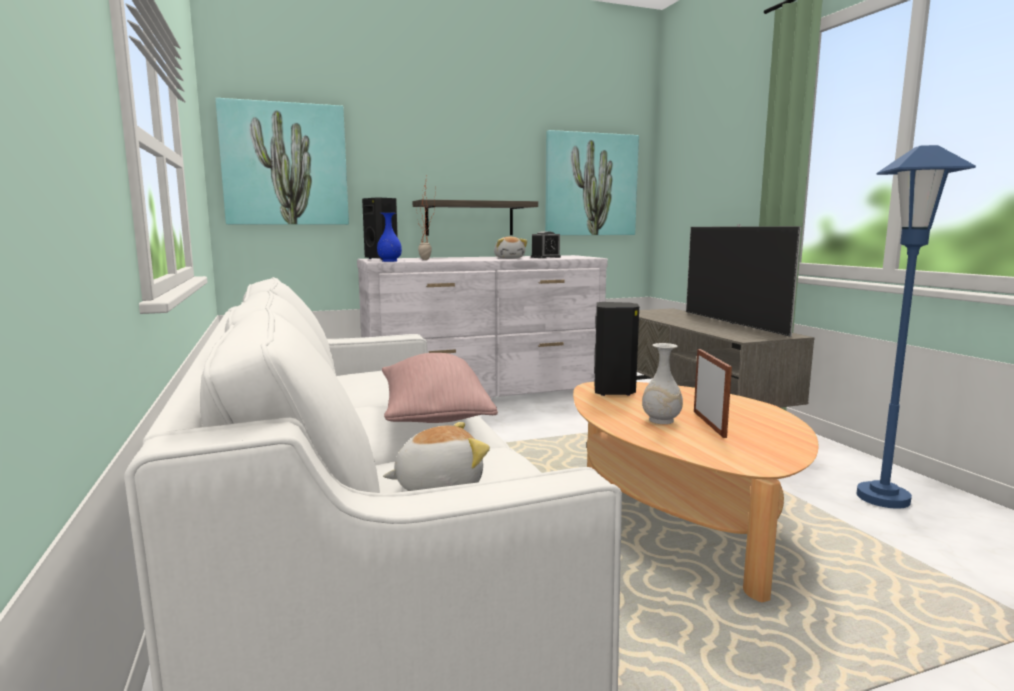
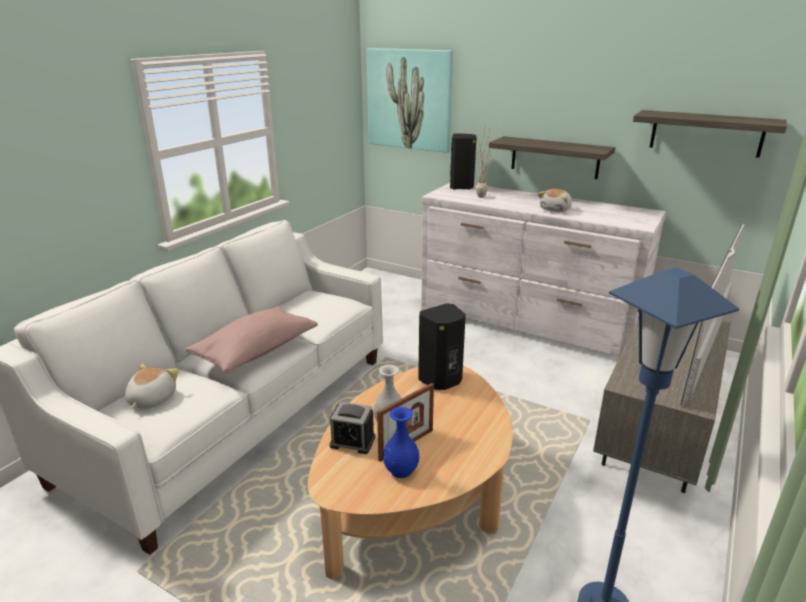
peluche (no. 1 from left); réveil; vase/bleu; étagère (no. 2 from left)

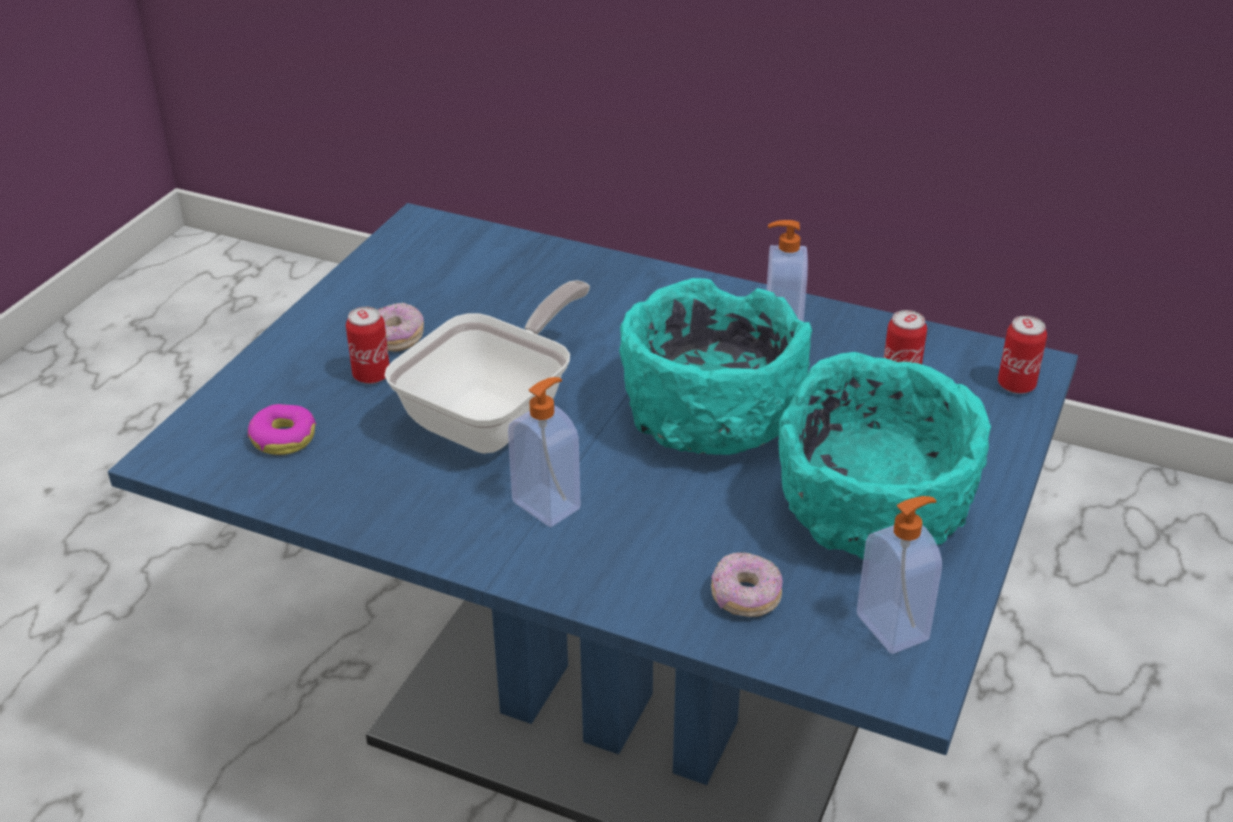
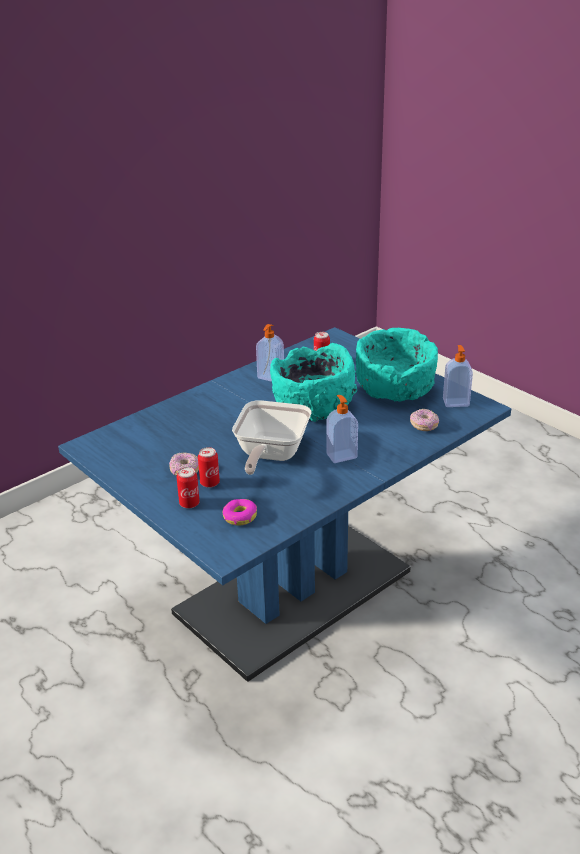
boîte métallique (no. 1 from left); poêle

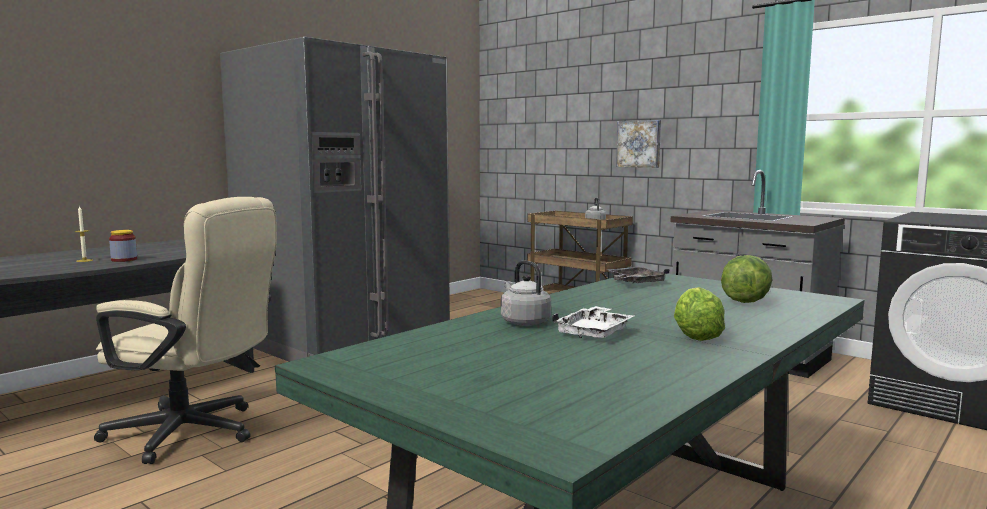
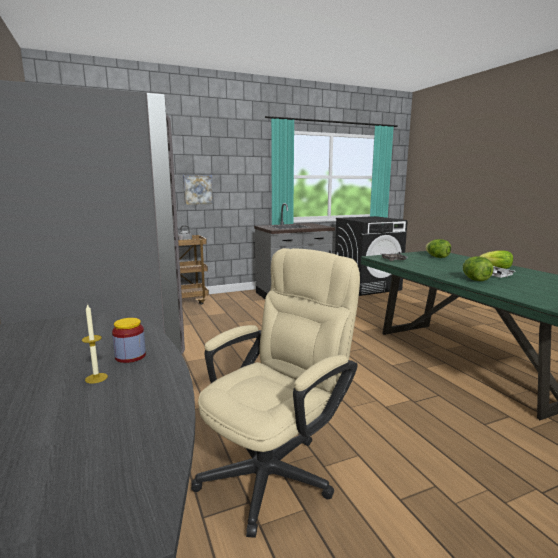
laitue (no. 2 from left)

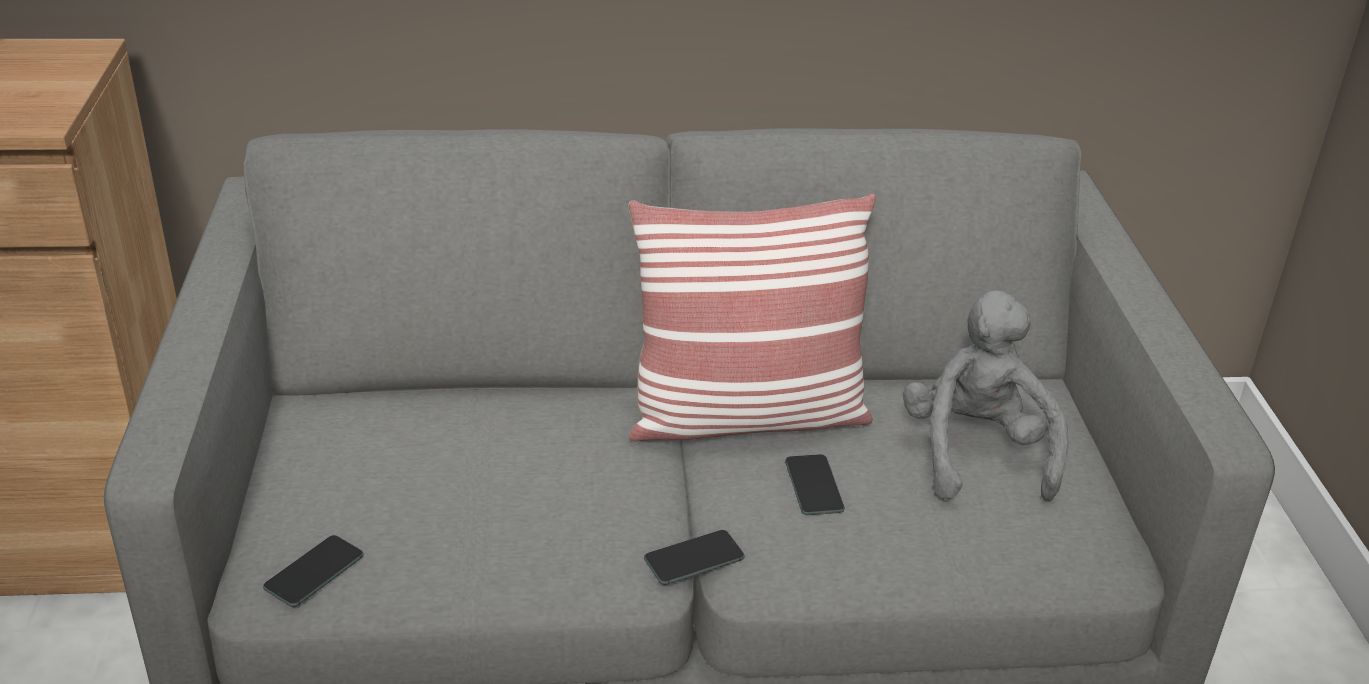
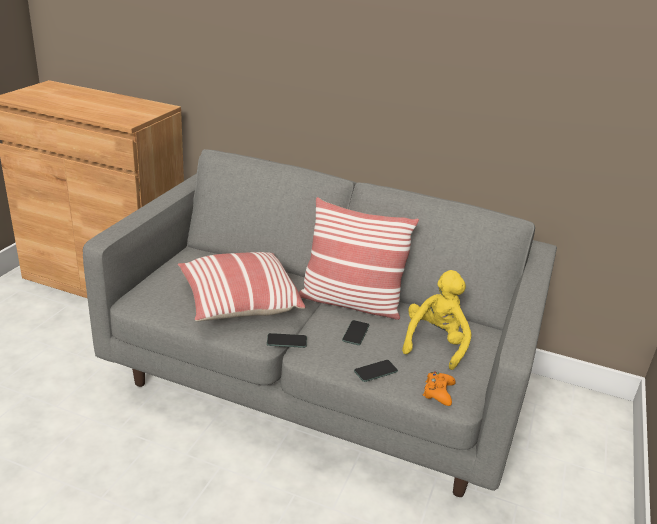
coussin (no. 1 from left); téléphone (no. 3 from left); peluche/jaune; manette/orange

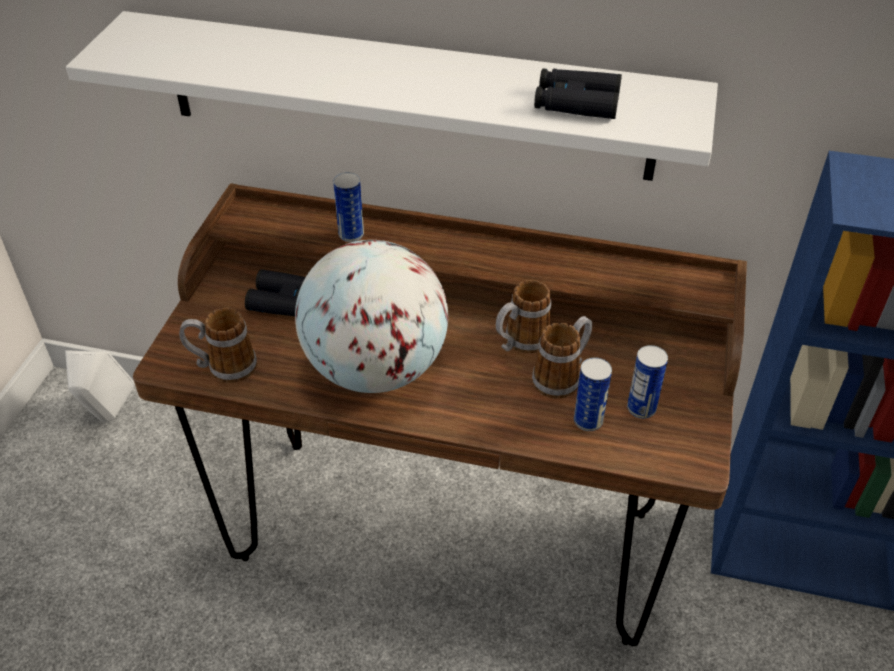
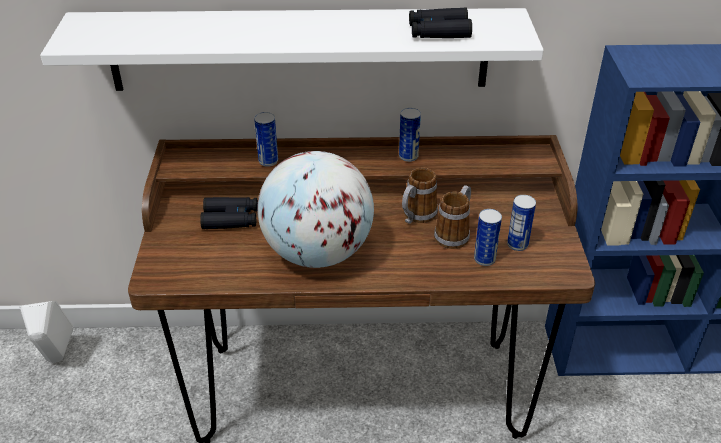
boîte métallique (no. 2 from left); mug (no. 1 from left in the first image)

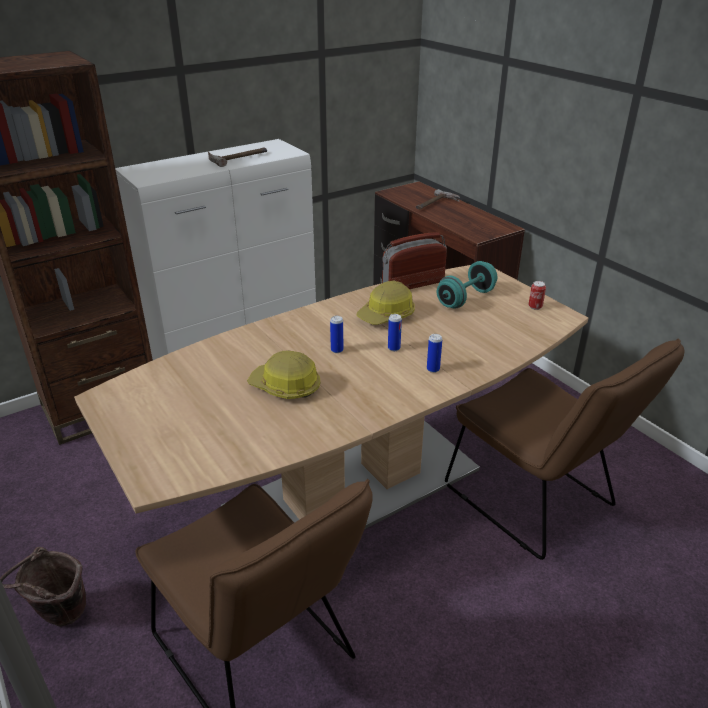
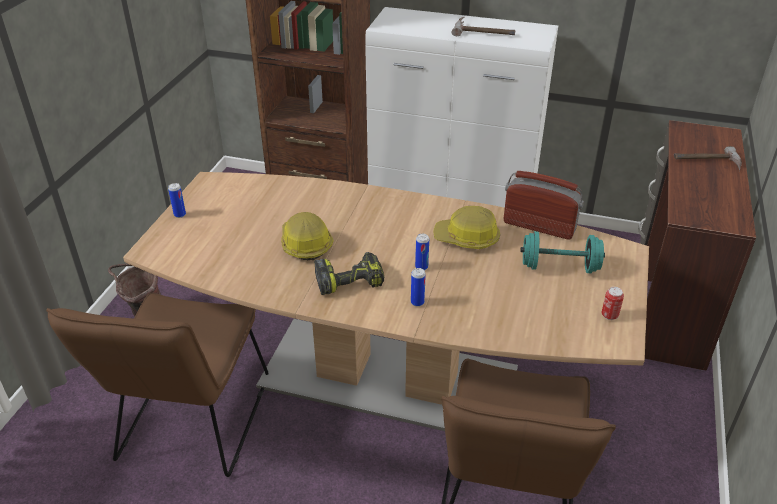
boîte métallique (no. 1 from left); perceuse

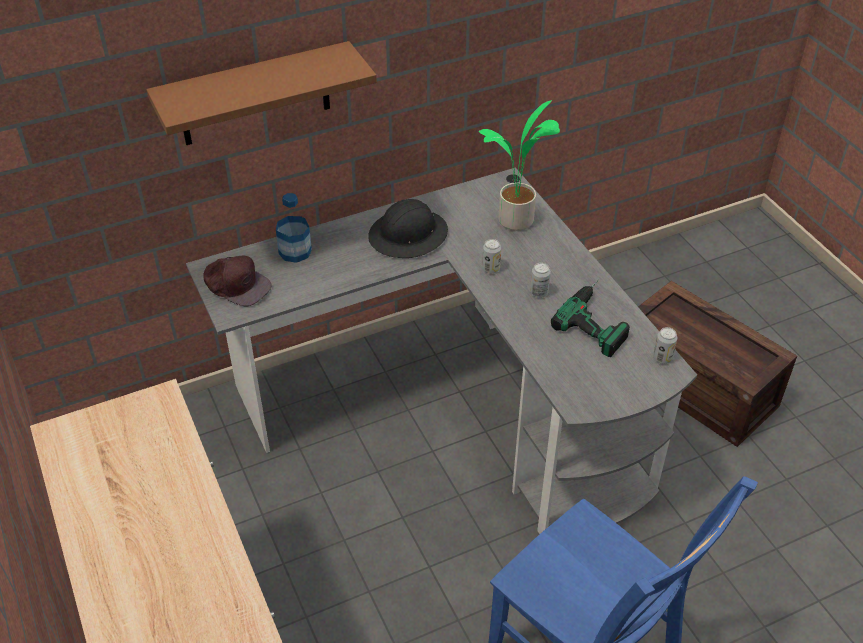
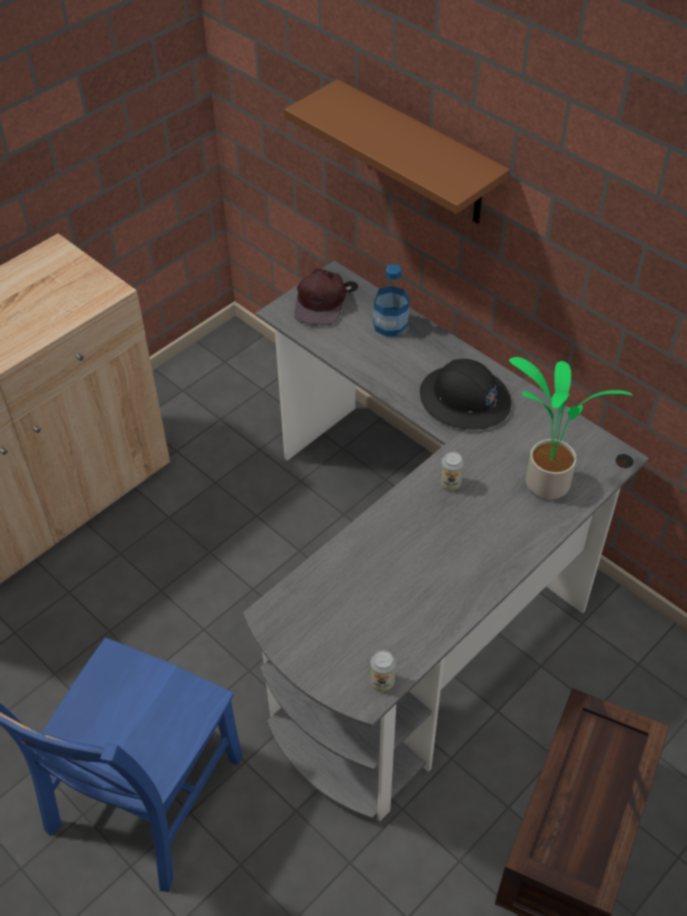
boîte métallique (no. 2 from left in the first image); perceuse

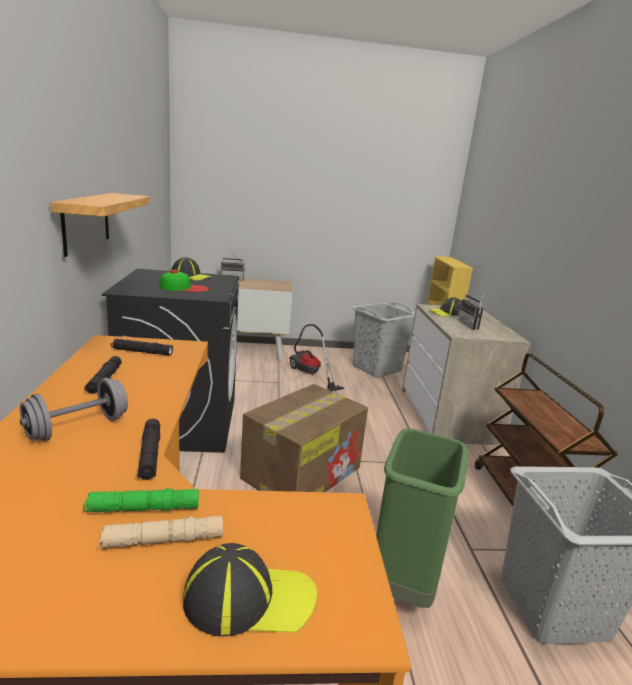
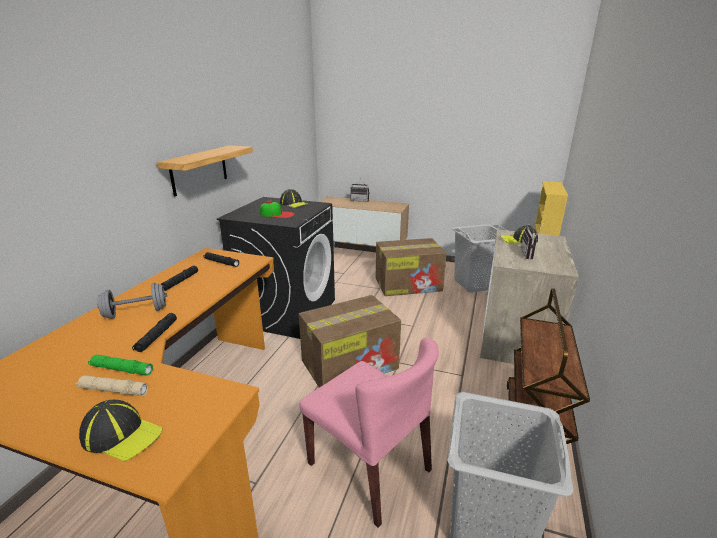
chaise/rose; carton (no. 2 from left)

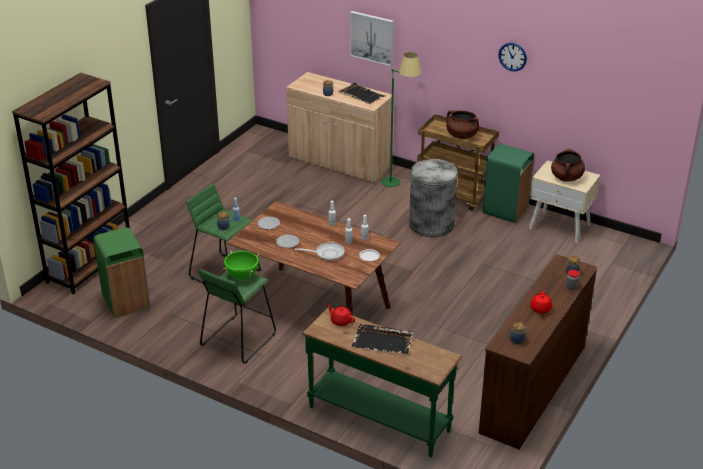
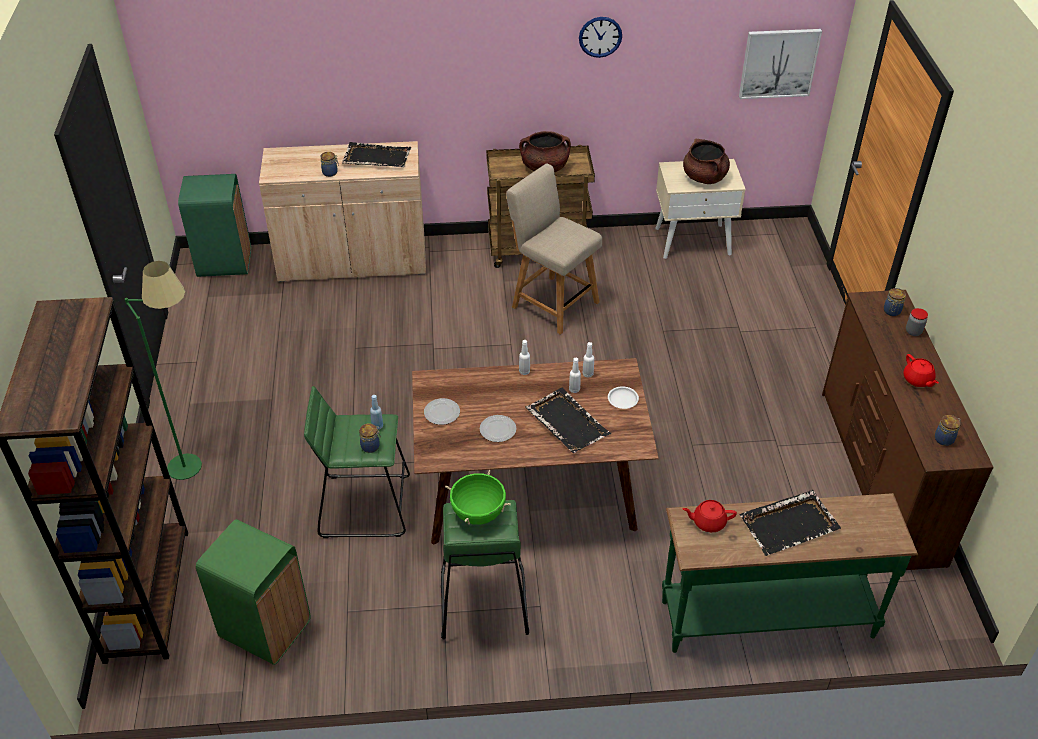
lampadaire/vert; poubelle/vert (no. 1 from left); chaise/beige; plateau/noir (no. 2 from left); tableau

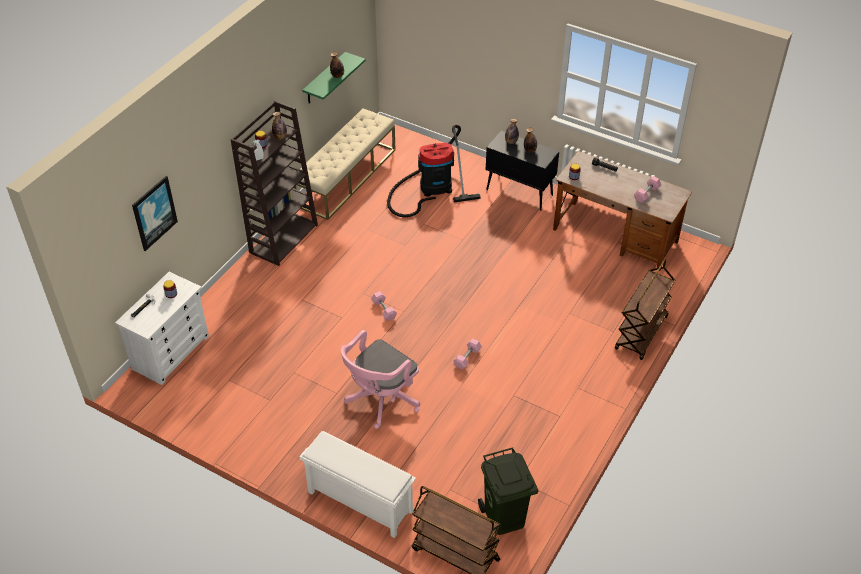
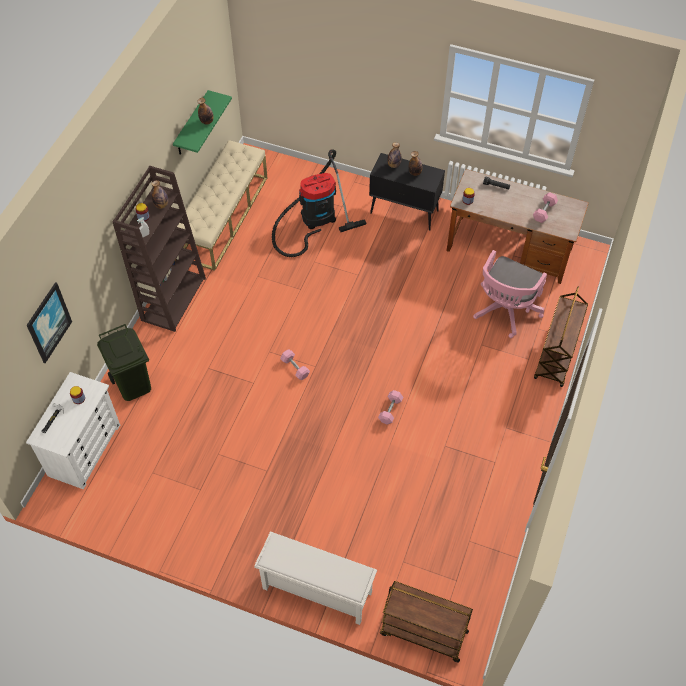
poubelle/vert; chaise de bureau/rose

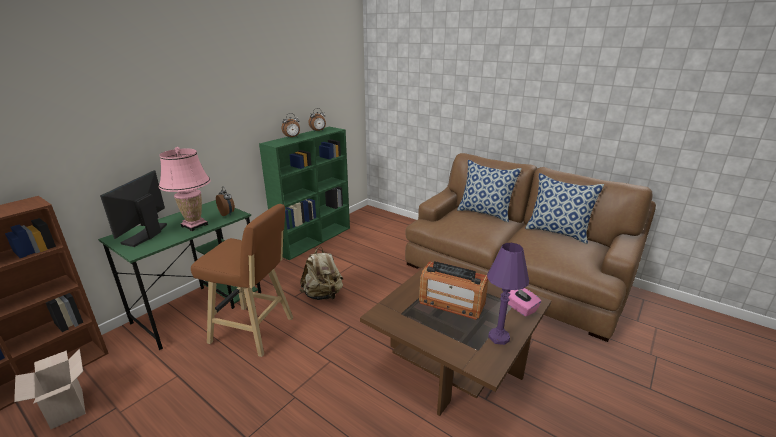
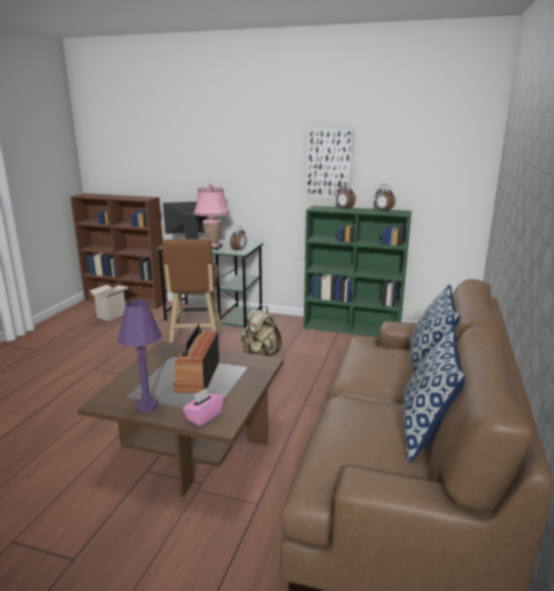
tableau

